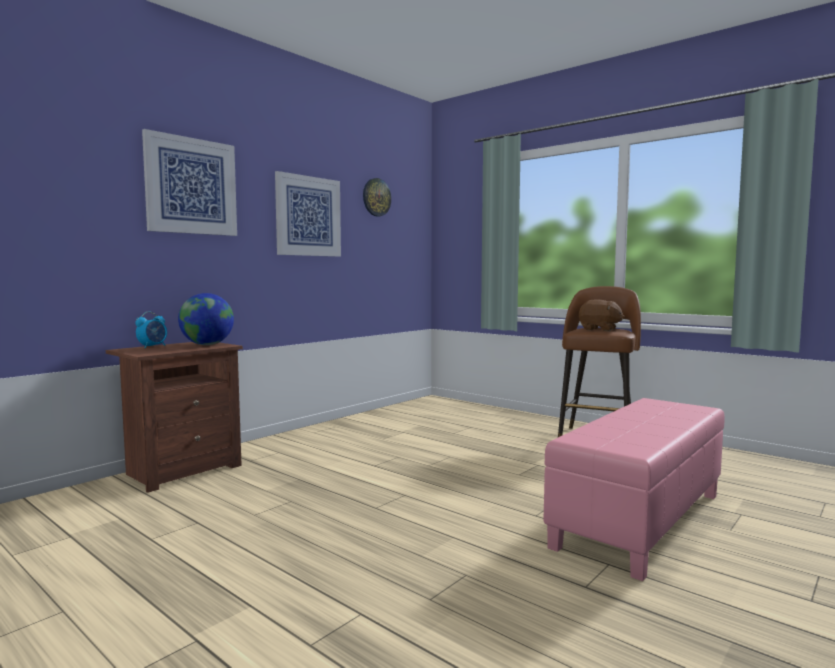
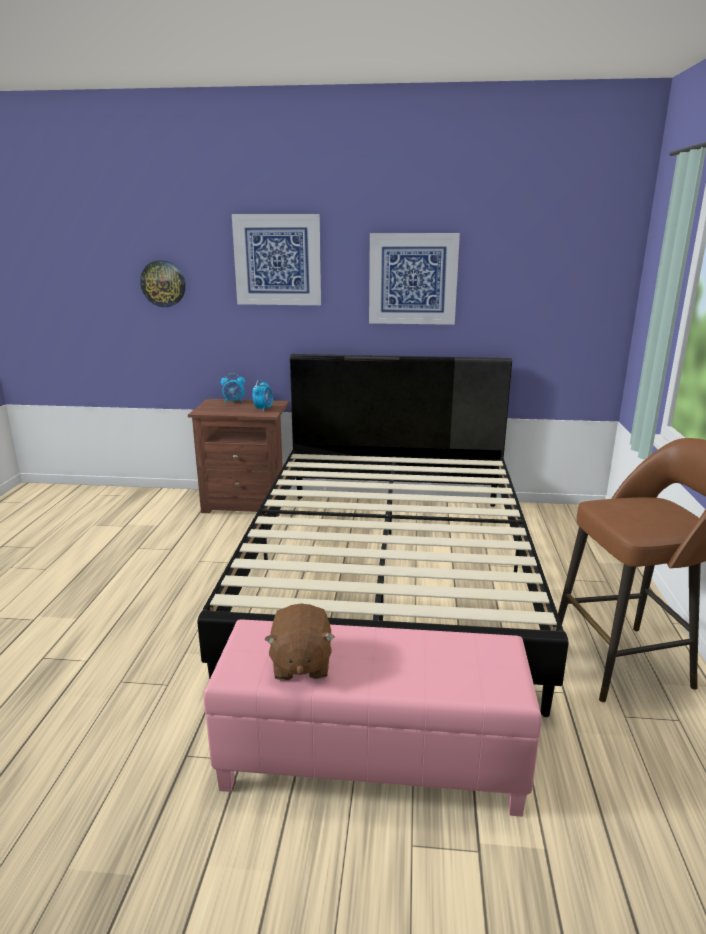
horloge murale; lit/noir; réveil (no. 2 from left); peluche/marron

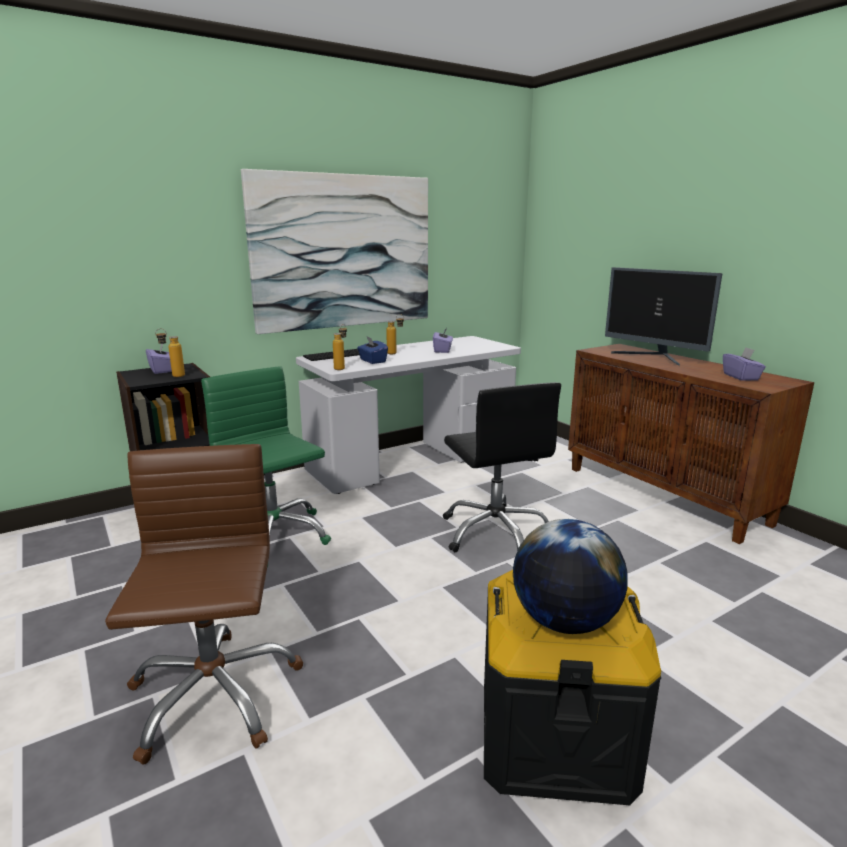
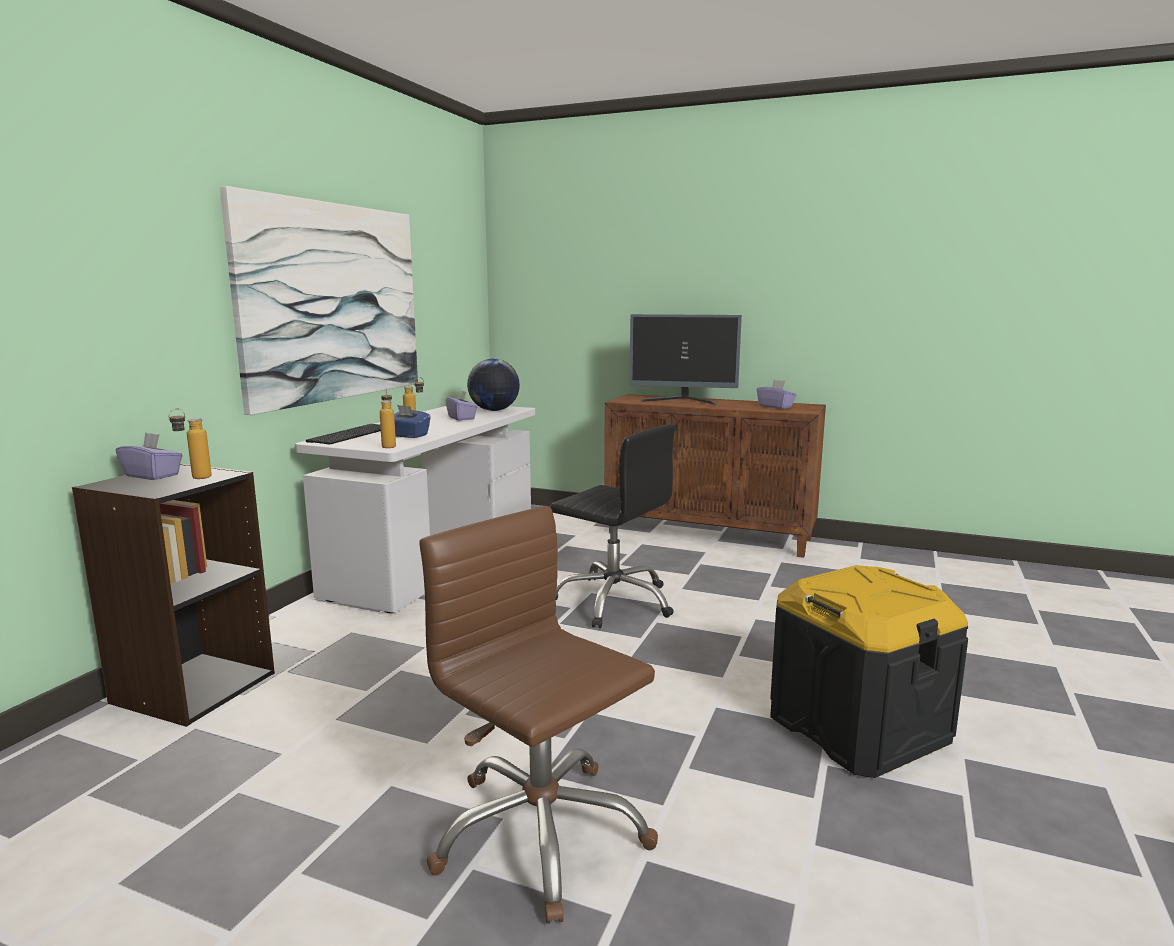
globe; chaise de bureau/vert

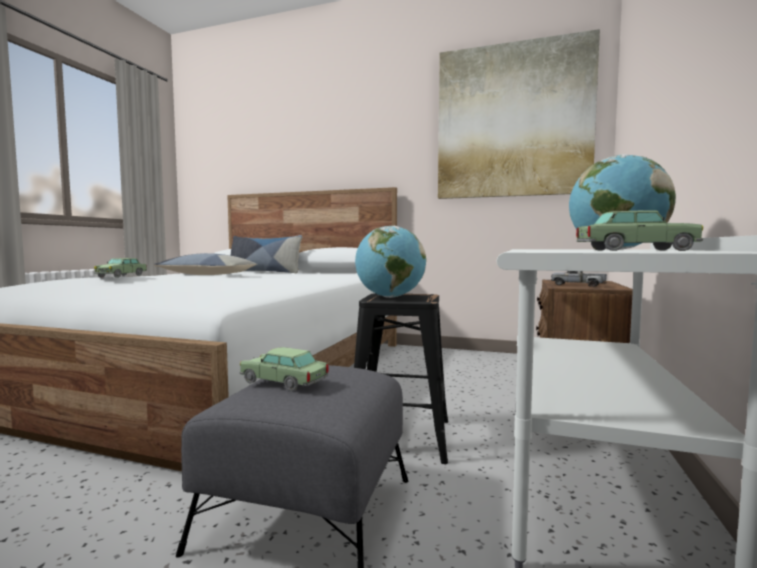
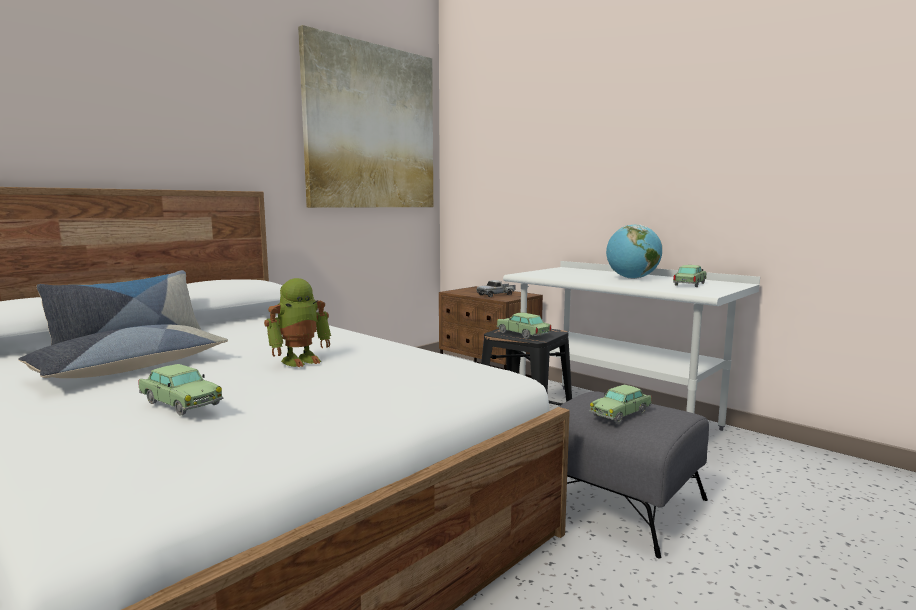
robot jouet; petite voiture (no. 2 from left)

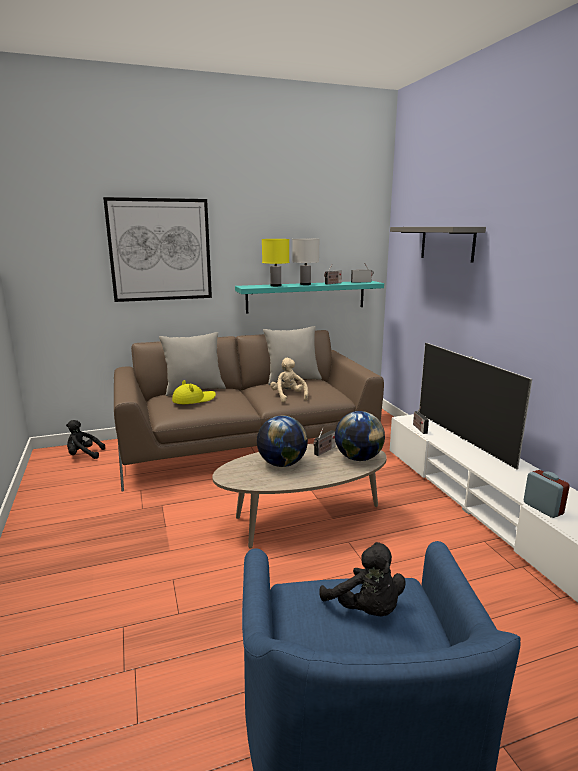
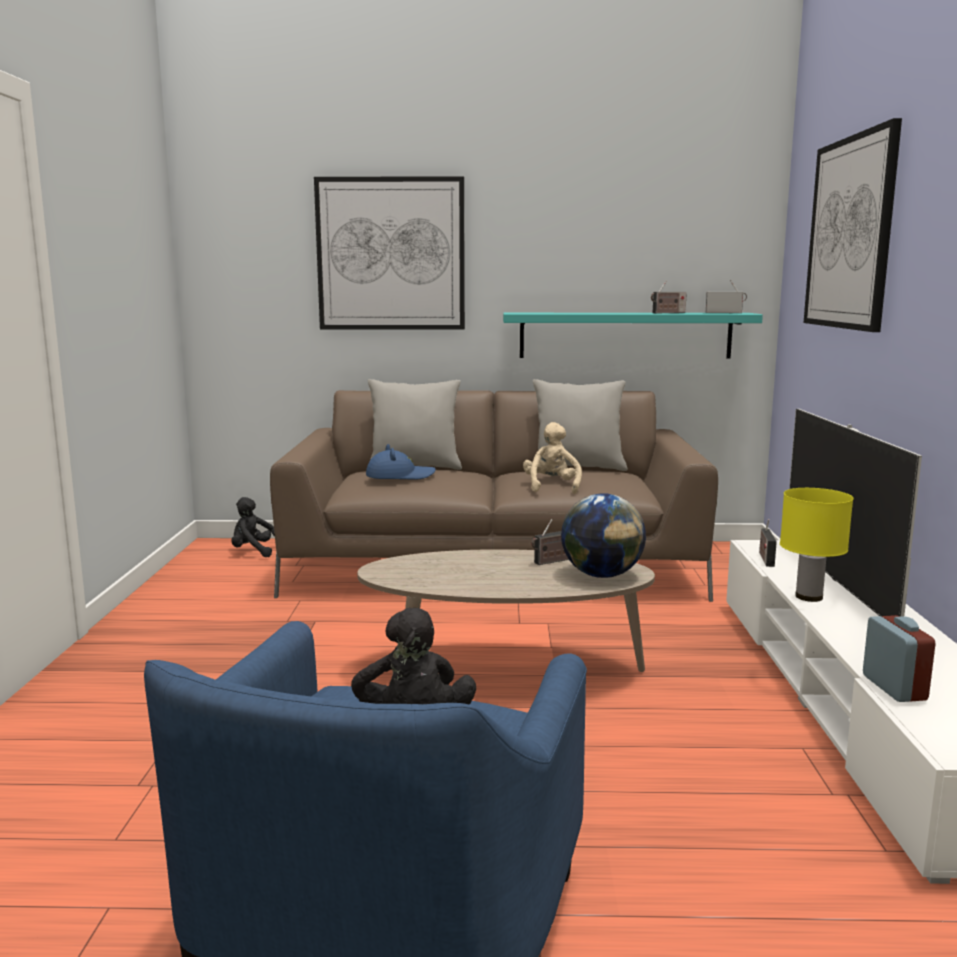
chapeau/bleu; lampe de table/jaune; tableau (no. 2 from left); globe (no. 1 from left in the first image); lampe de table/blanc

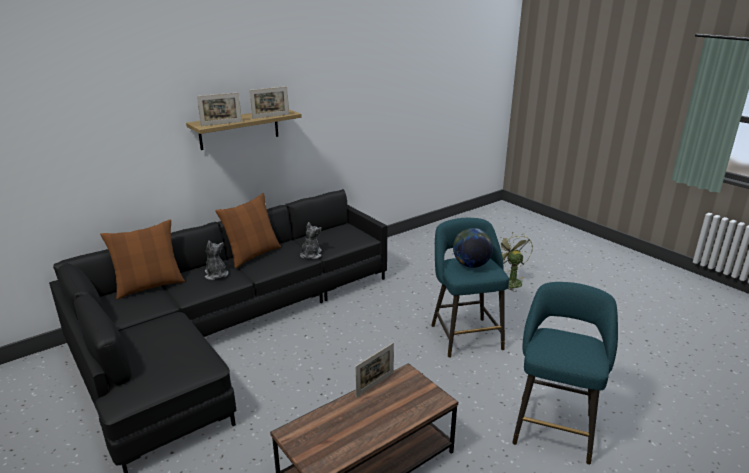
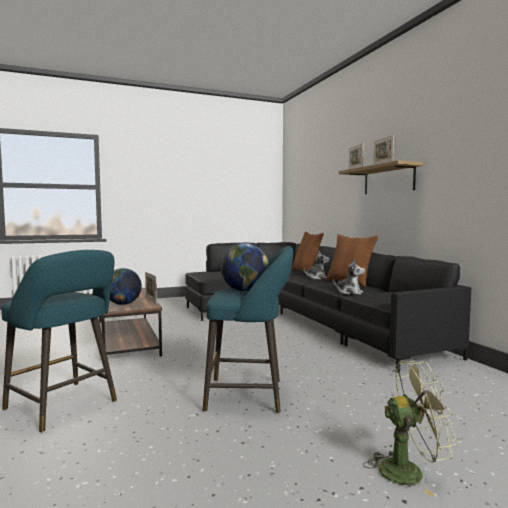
globe (no. 1 from left)

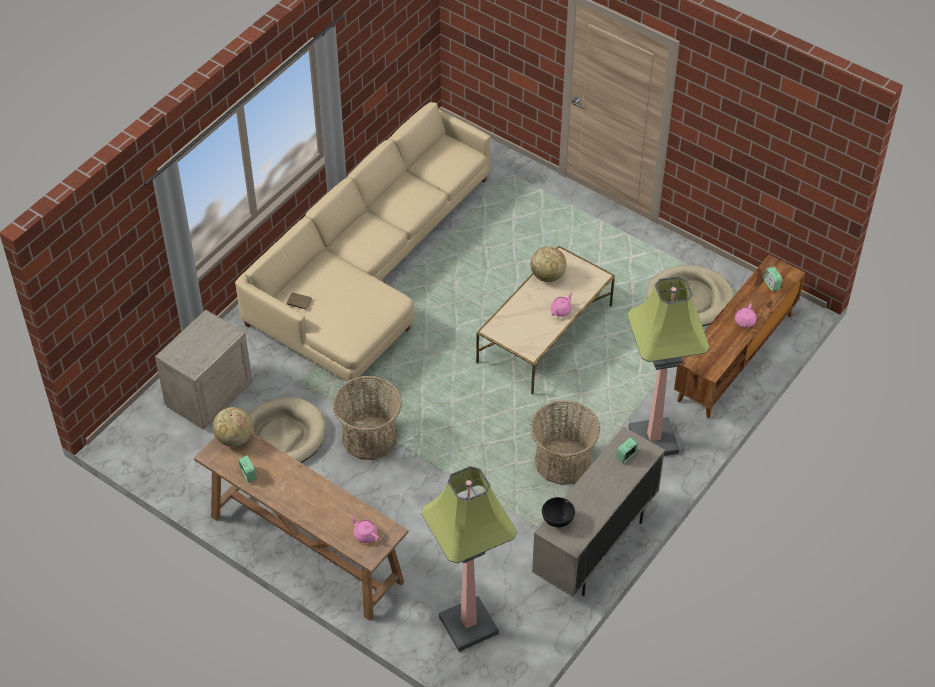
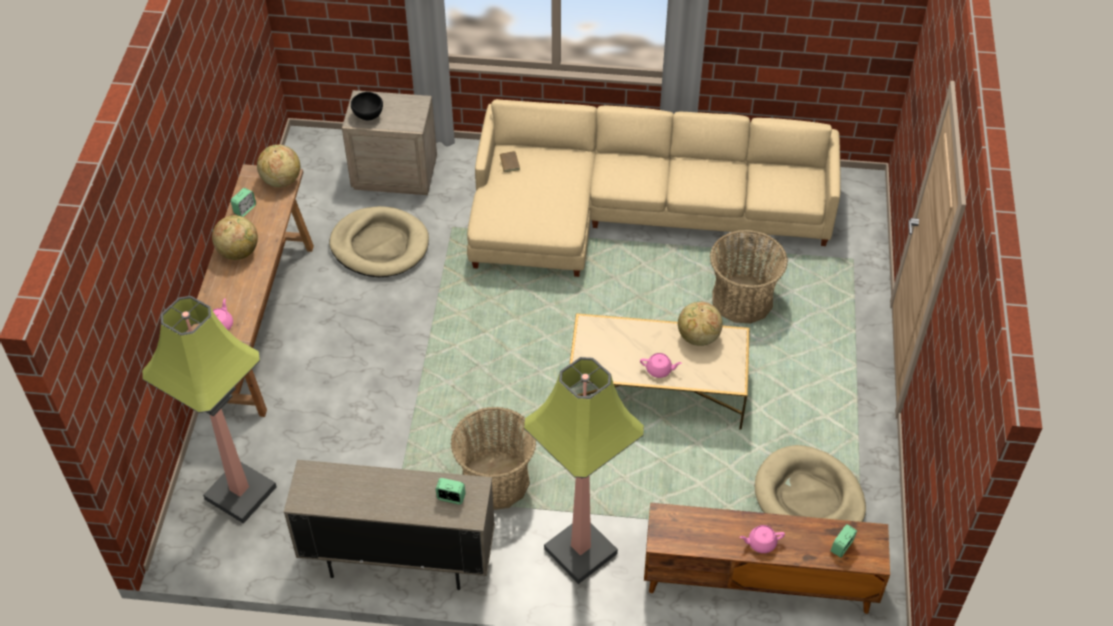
globe (no. 1 from left); bol/noir; panier (no. 2 from left)

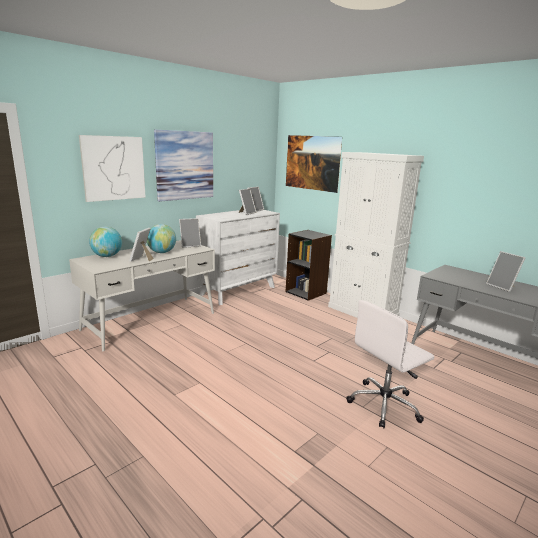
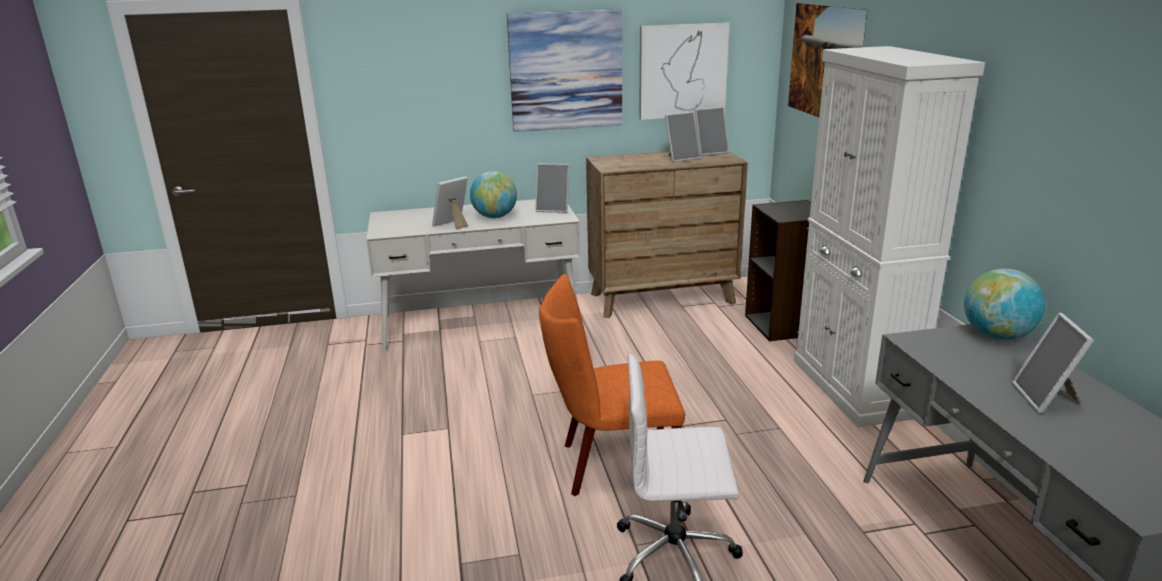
chaise/orange; commode/marron; tableau (no. 2 from left); globe (no. 2 from left)

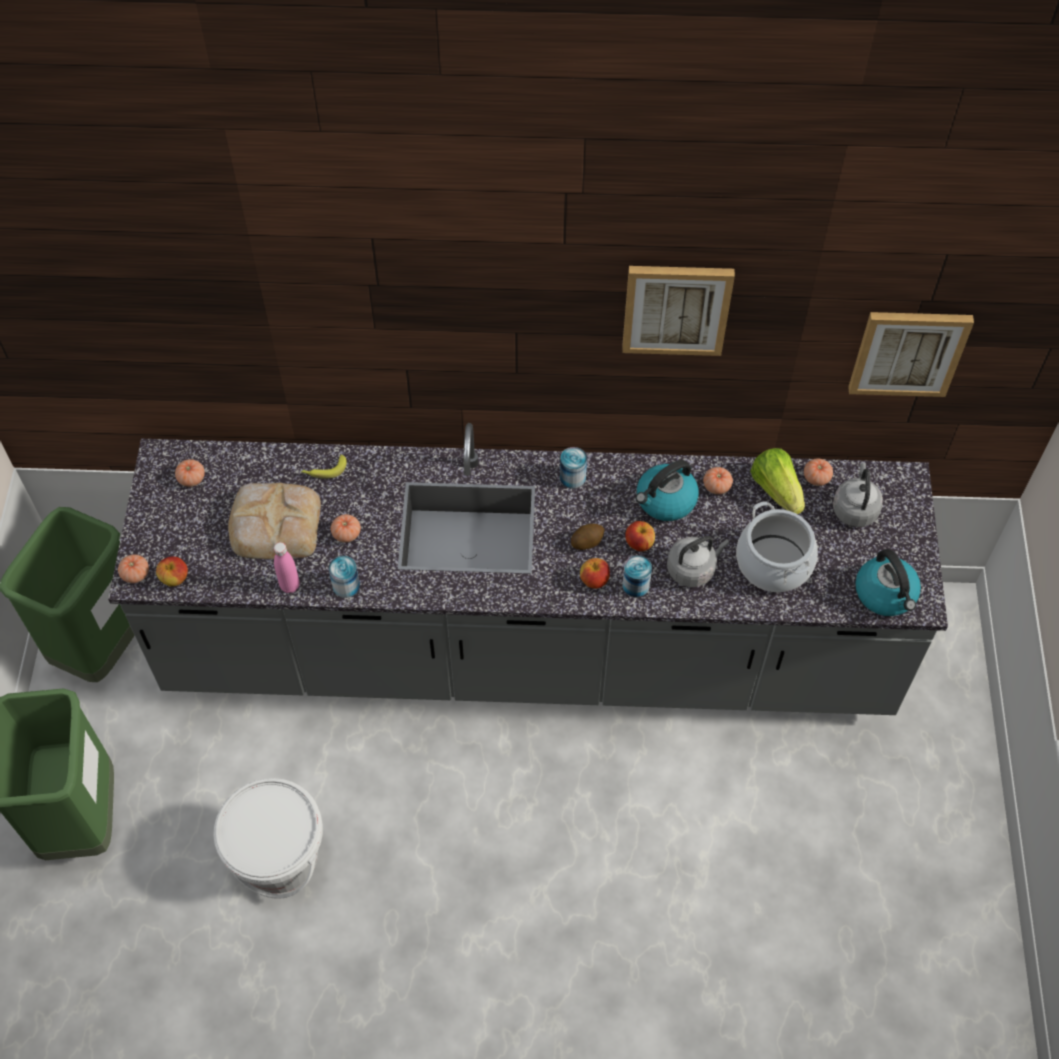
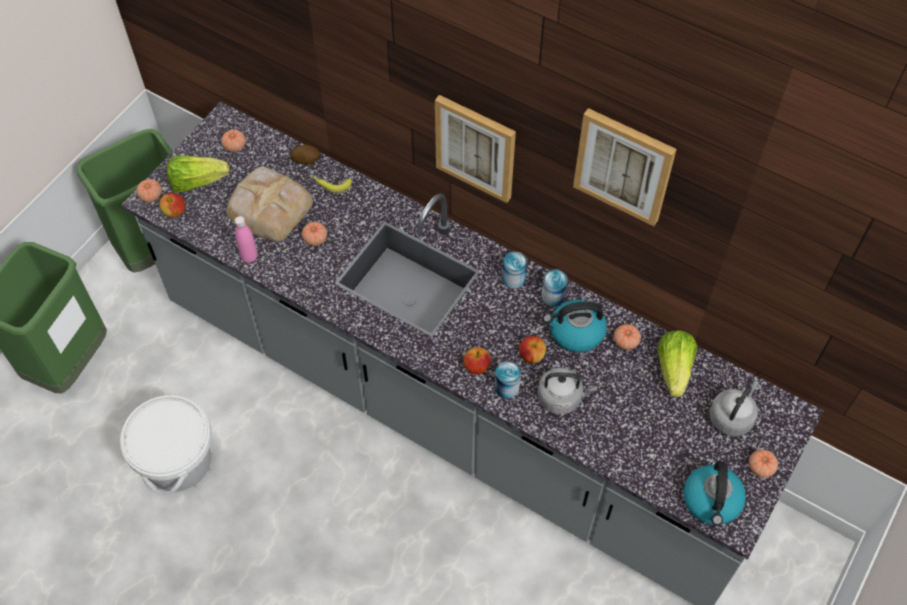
laitue (no. 1 from left); pomme de terre; tableau (no. 1 from left); boîte métallique (no. 3 from left); tomate (no. 5 from left); marmite

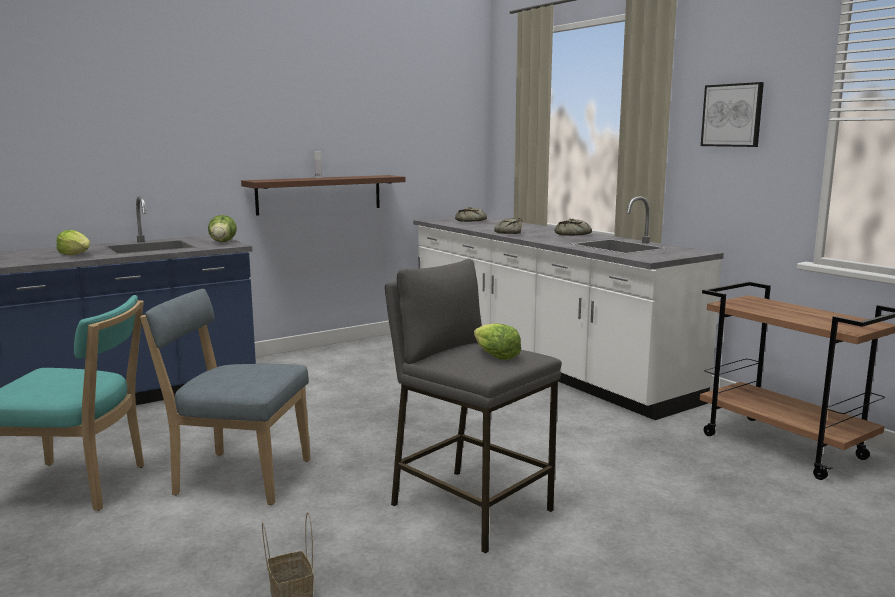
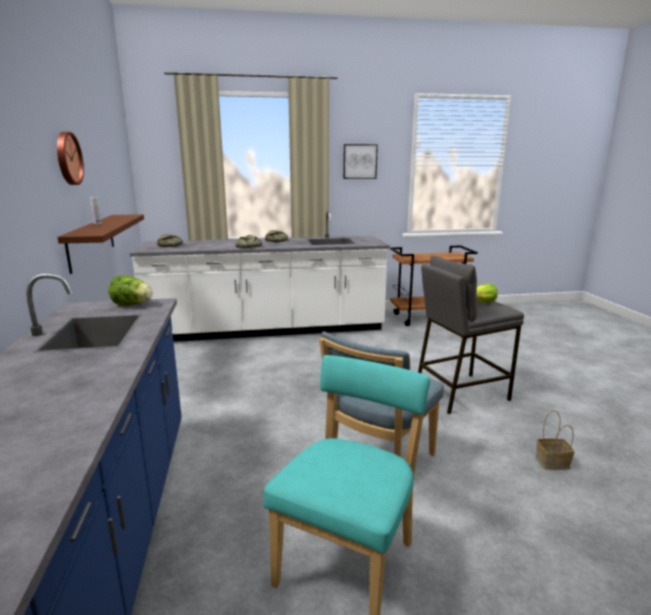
horloge murale; laitue (no. 1 from left in the first image)

